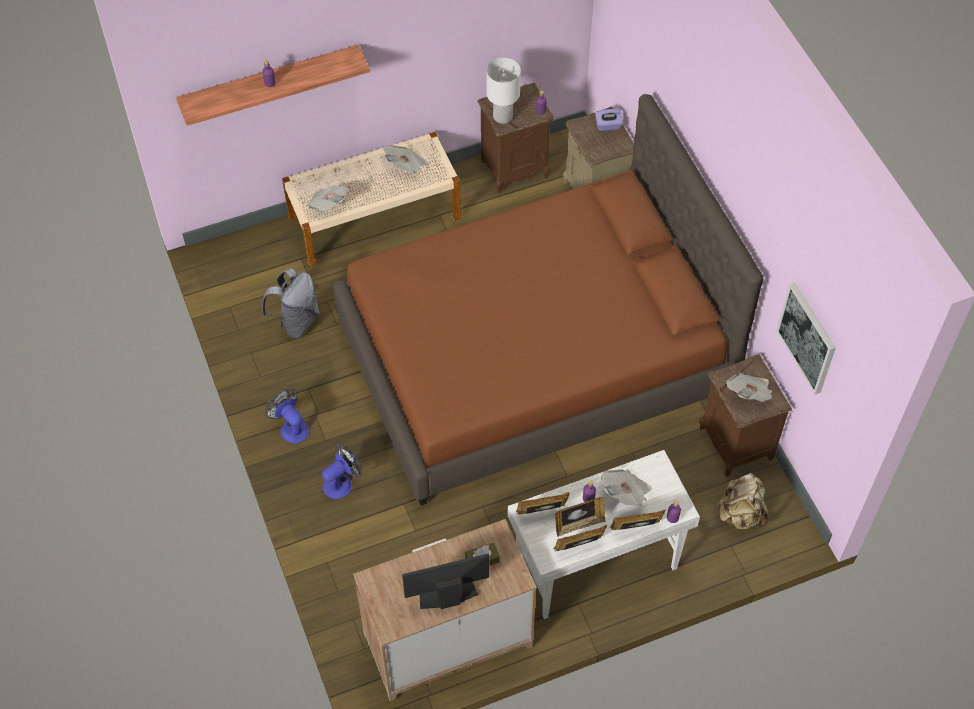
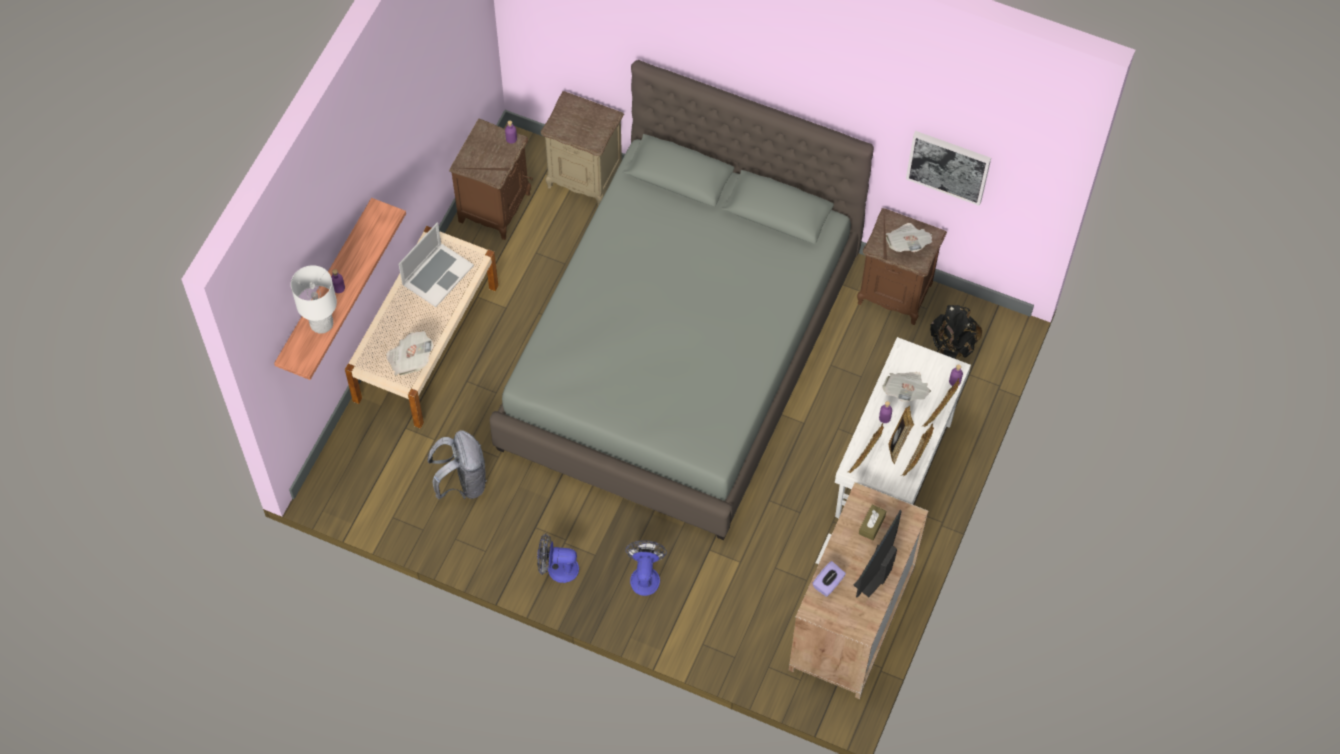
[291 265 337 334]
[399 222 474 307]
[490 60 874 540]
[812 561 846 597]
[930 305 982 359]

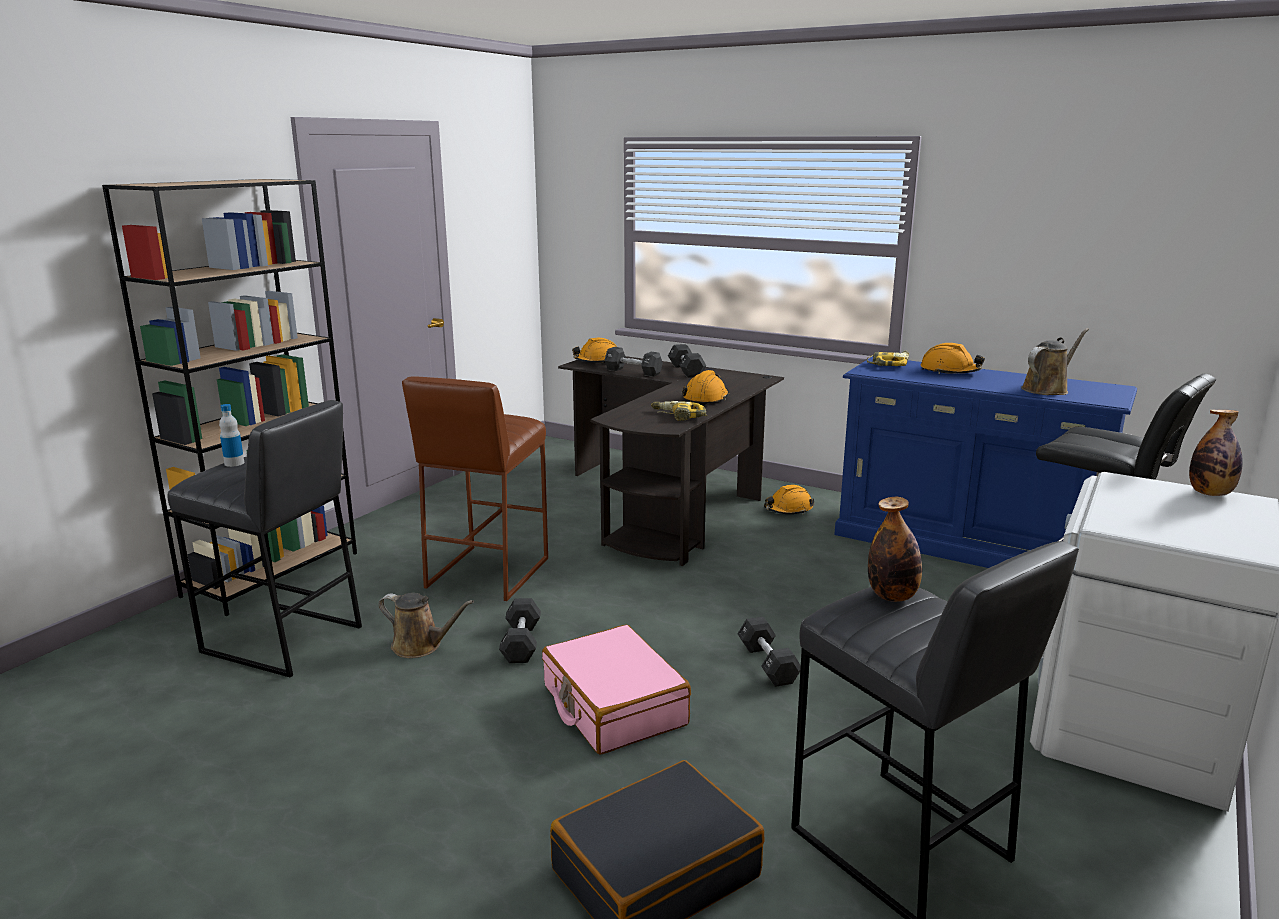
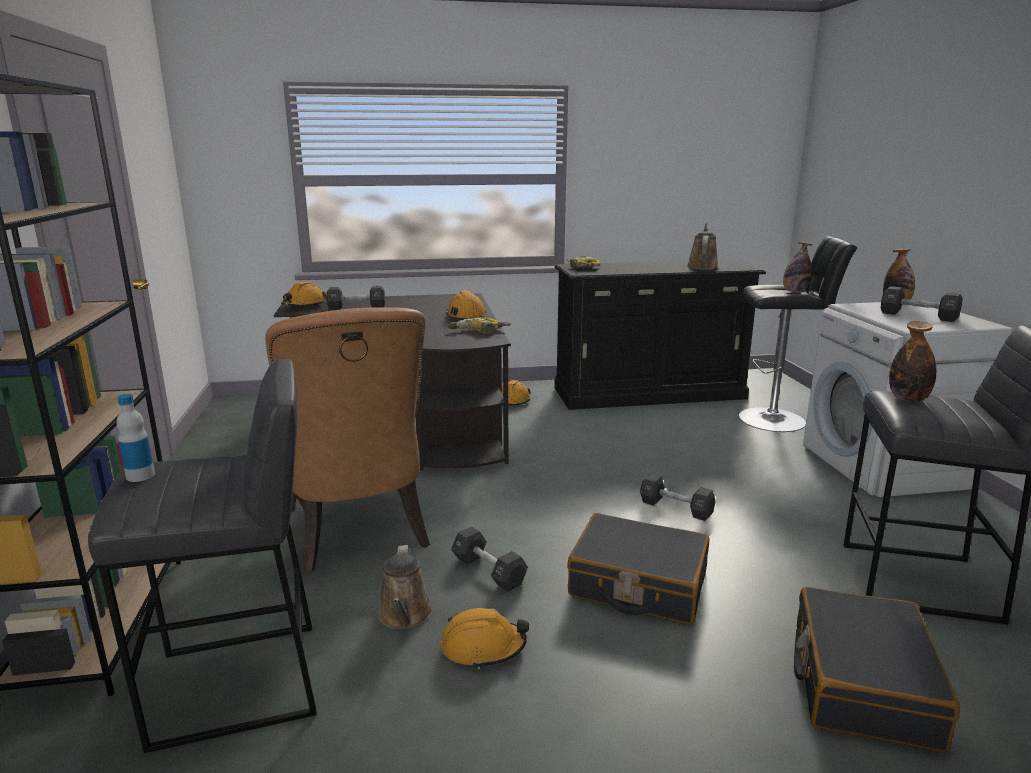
[265 307 430 572]
[378 545 433 629]
[441 608 529 669]
[554 260 766 410]
[567 513 710 624]
[783 242 813 293]
[881 286 963 322]

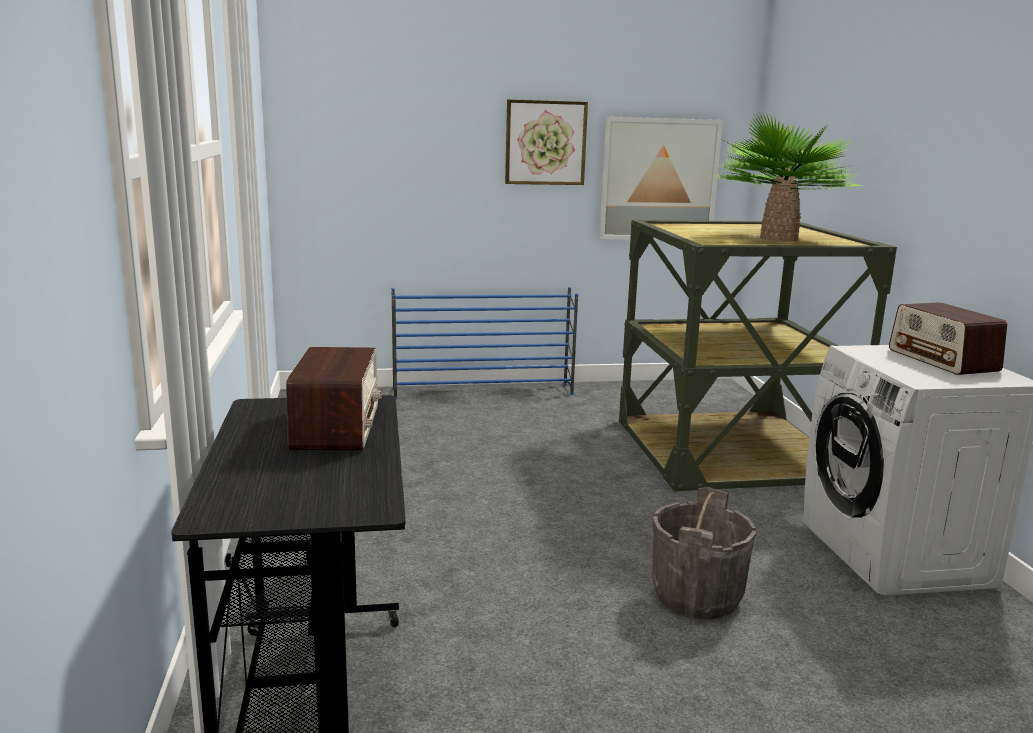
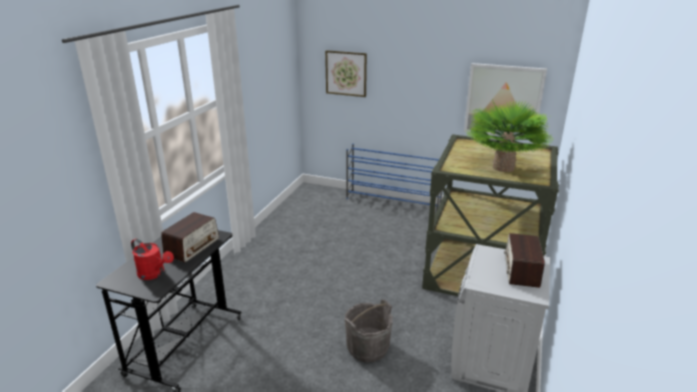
[131 239 174 280]
[325 50 367 97]

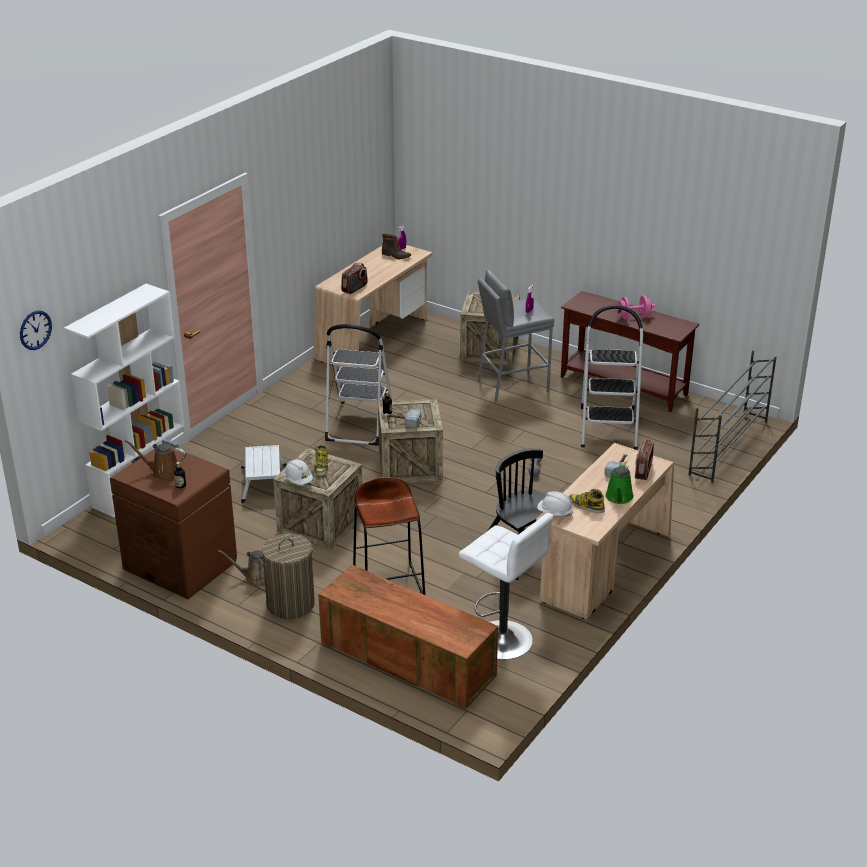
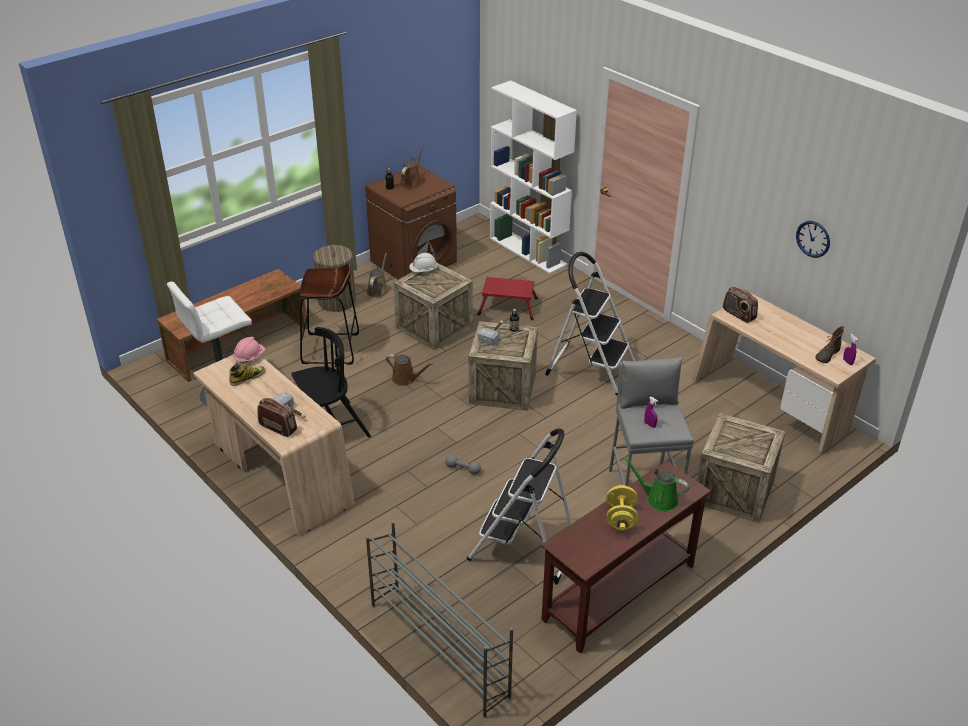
[233 337 265 364]
[386 354 433 386]
[477 277 538 321]
[606 485 638 531]
[624 457 689 512]
[796 221 830 258]
[314 445 328 476] (first image)

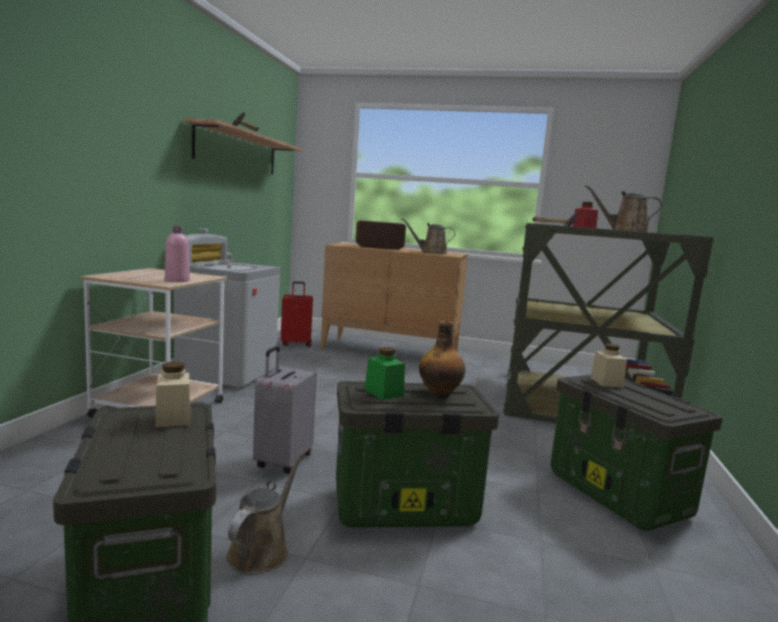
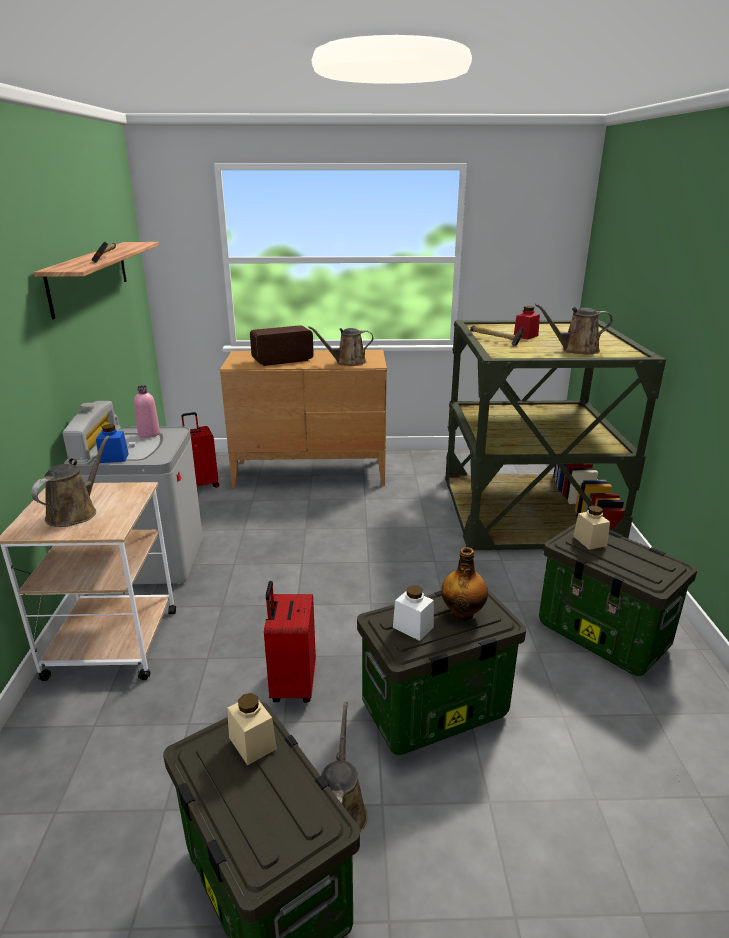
[31 436 110 527]
[96 424 129 463]
[134 385 160 438]
[264 581 316 702]
[393 585 434 641]

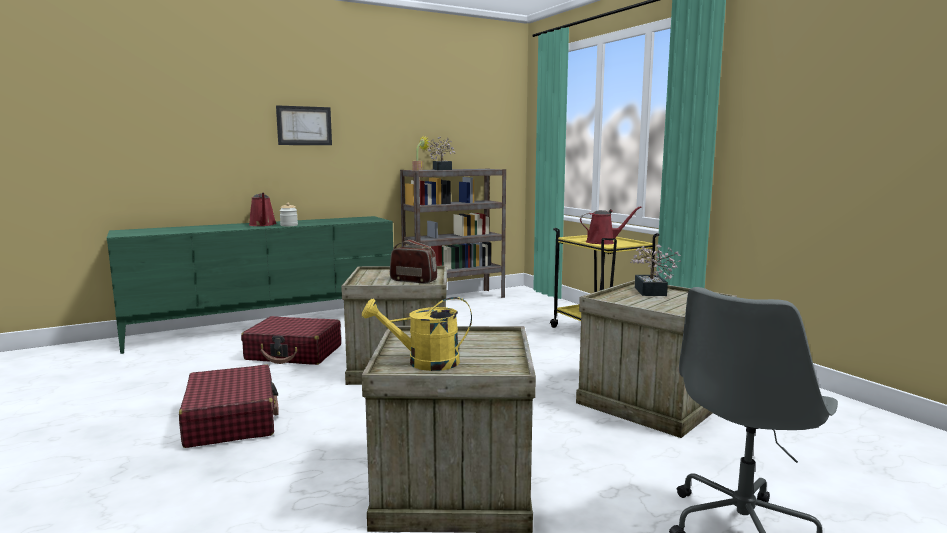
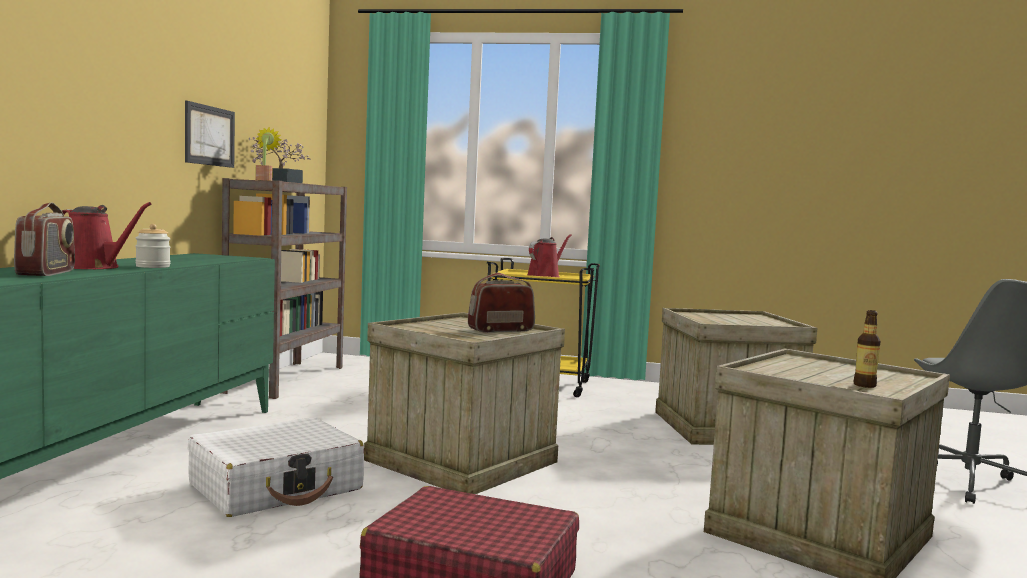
[14 202 75 276]
[185 101 235 168]
[188 417 364 517]
[853 310 881 388]
[630 244 681 296] (first image)

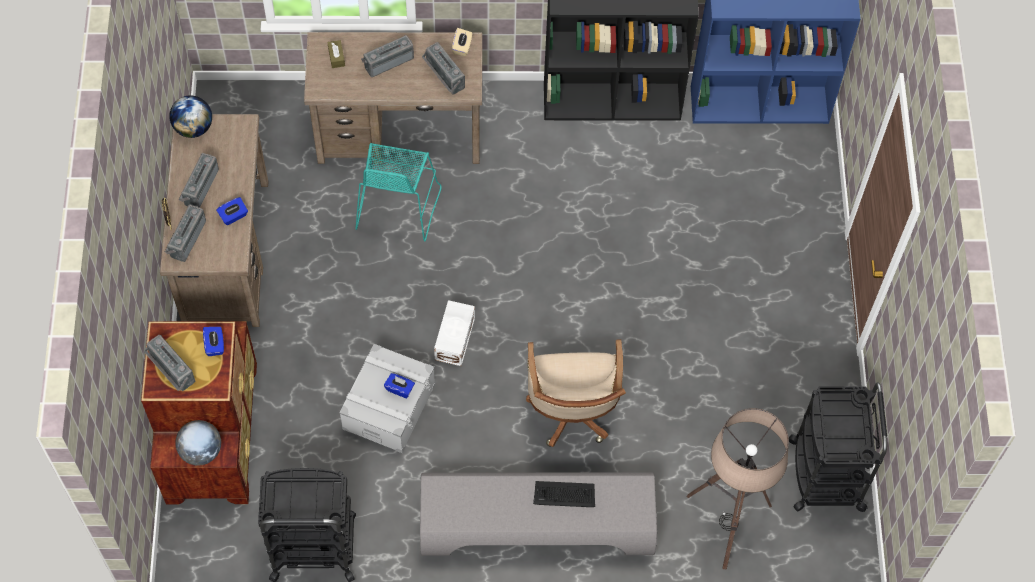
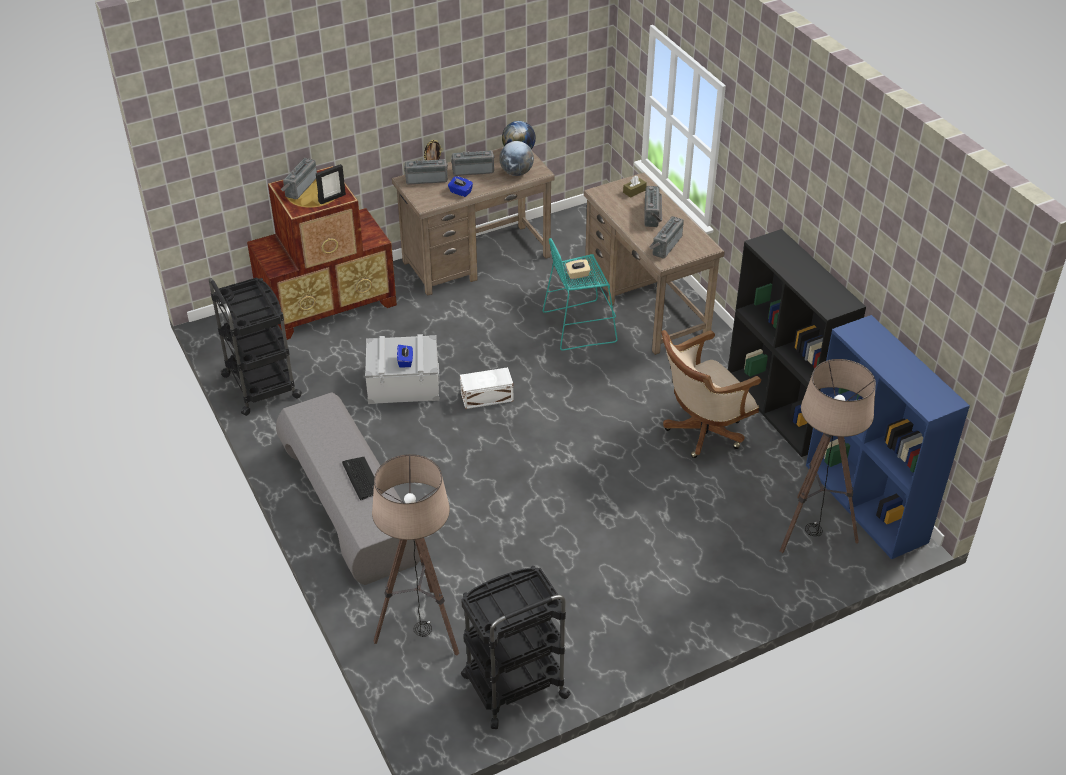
[316 164 346 204]
[499 141 534 176]
[565 259 591 279]
[644 186 662 227]
[662 330 761 458]
[780 359 876 553]

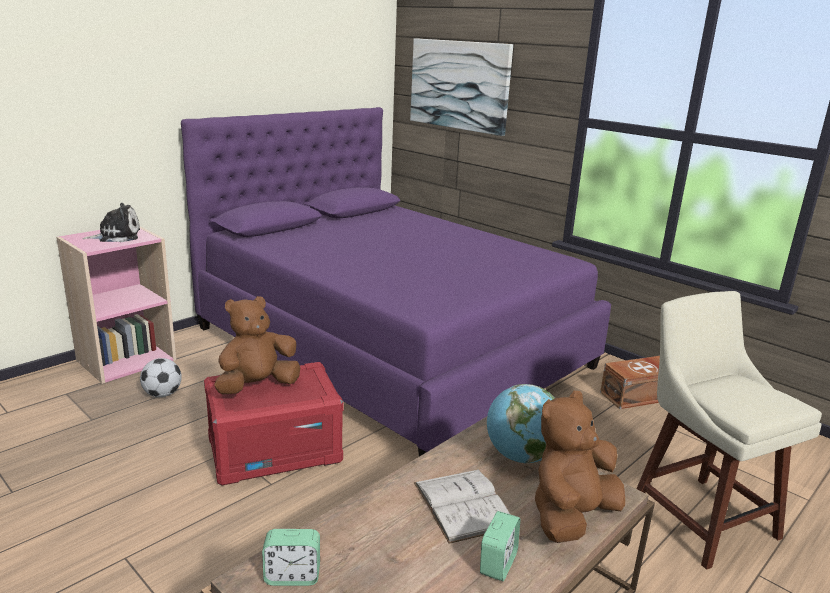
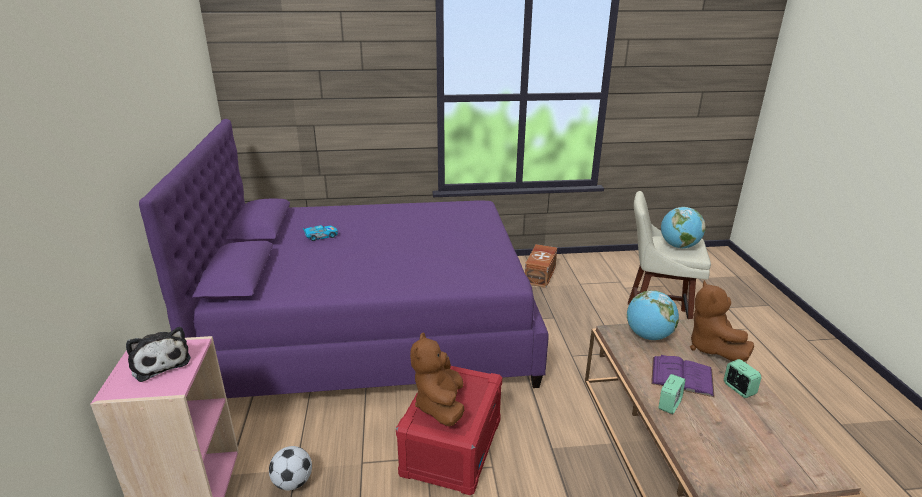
[126 327 191 382]
[303 225 338 241]
[651 355 715 397]
[659 374 685 414]
[661 207 705 248]
[410 38 513 136] (first image)

